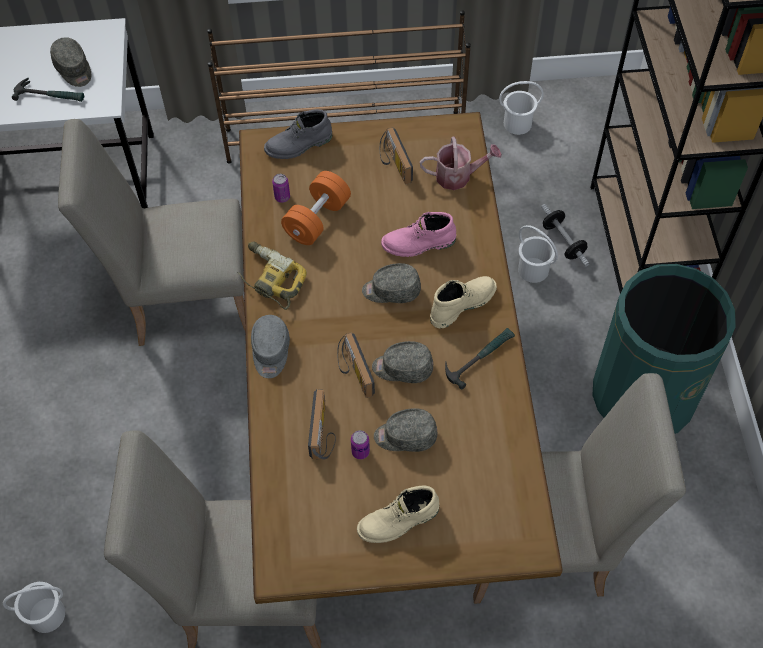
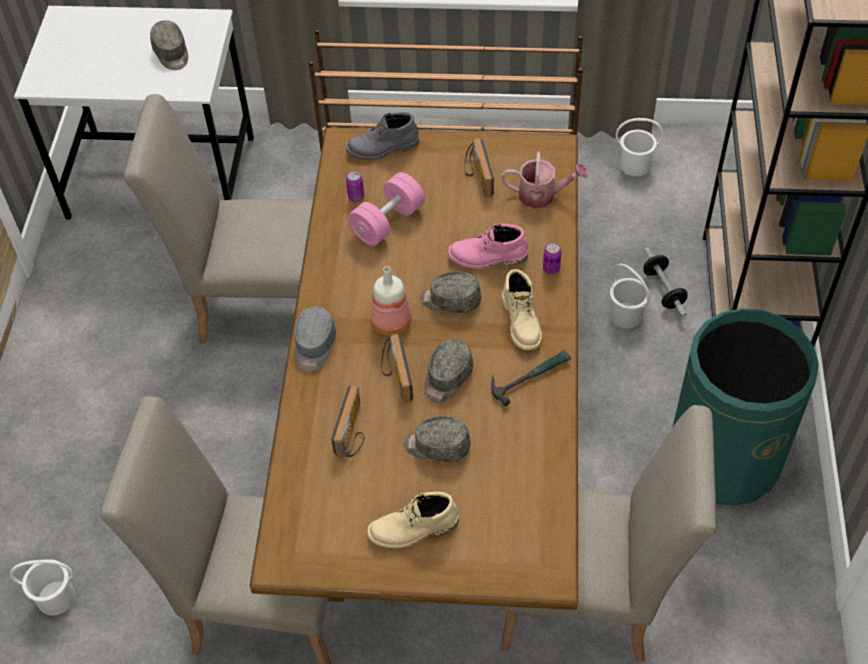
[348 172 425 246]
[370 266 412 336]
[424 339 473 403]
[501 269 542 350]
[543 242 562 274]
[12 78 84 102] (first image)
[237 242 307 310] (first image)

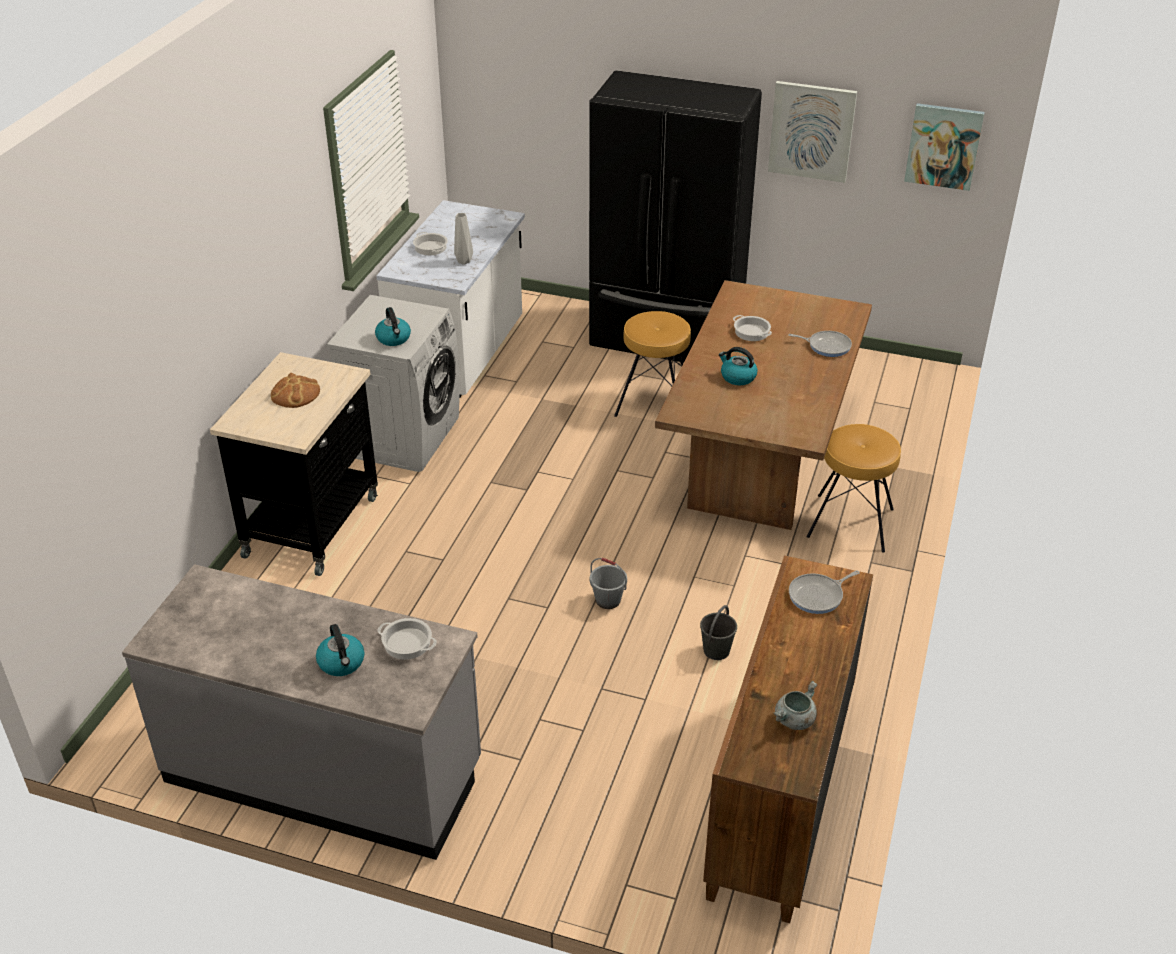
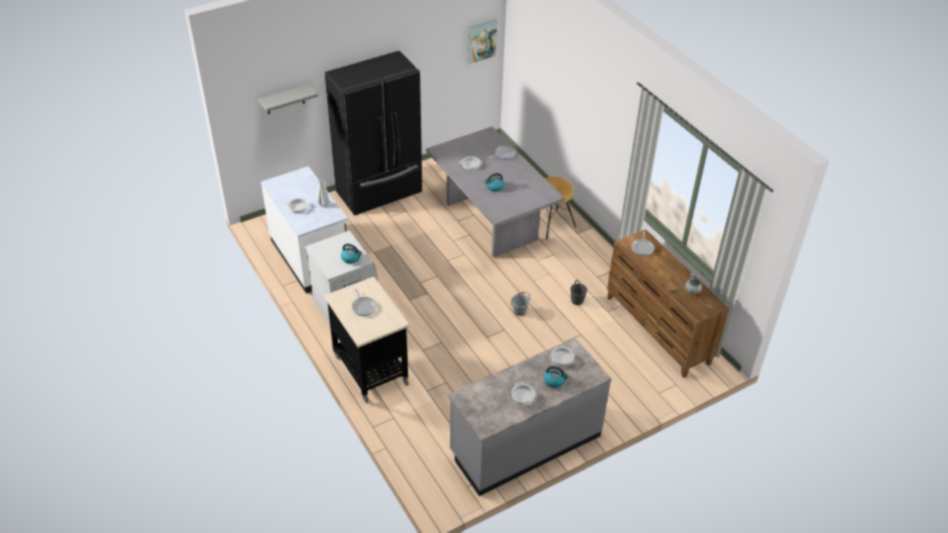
[258 84 318 114]
[352 289 377 316]
[426 127 564 257]
[512 381 535 405]
[614 311 691 417] (first image)
[768 81 857 183] (first image)

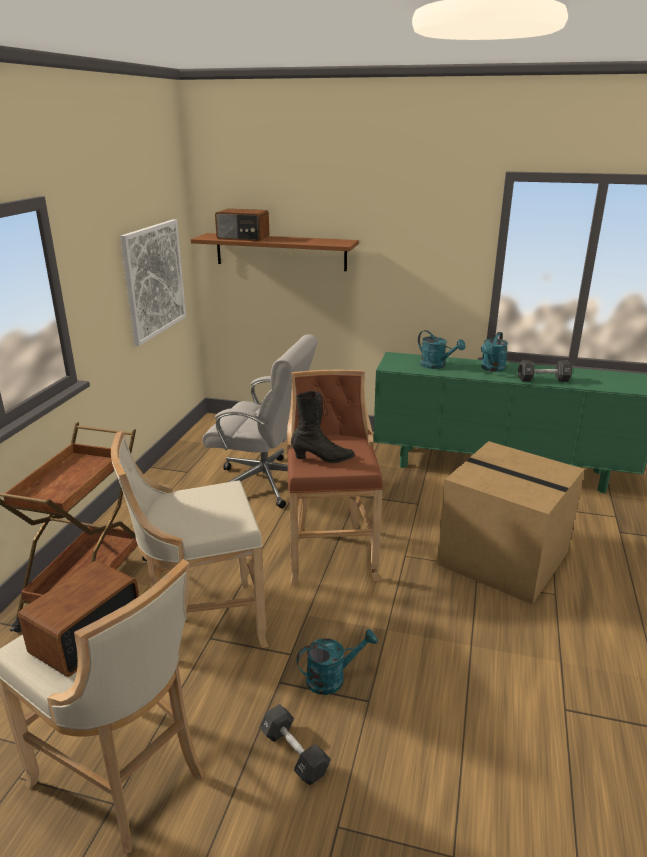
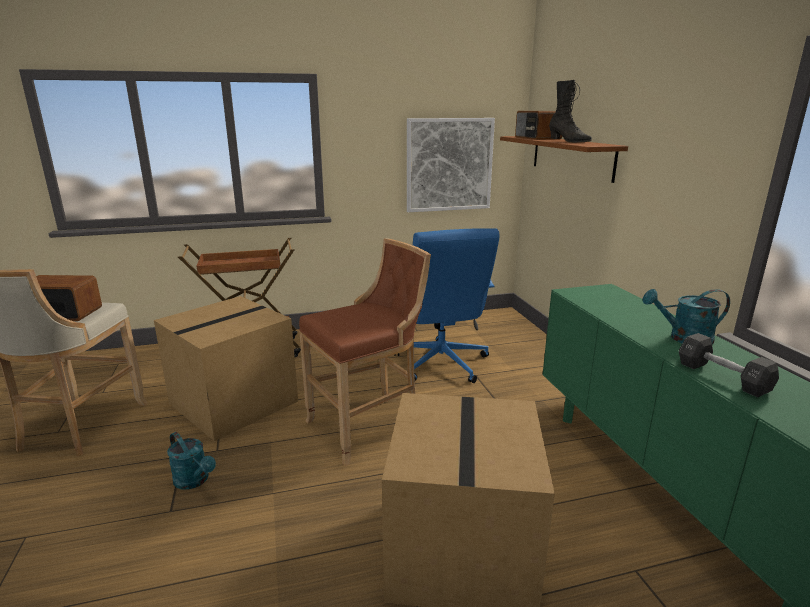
[154 296 298 441]
[394 228 500 383]
[549 80 592 143]
[259 704 331 785] (first image)
[418 330 466 369] (first image)

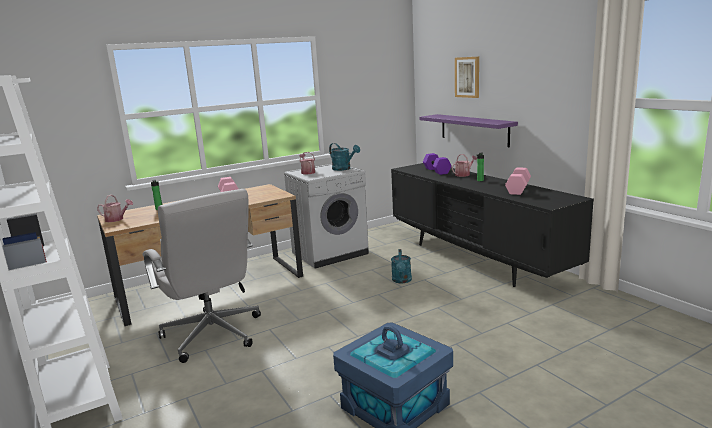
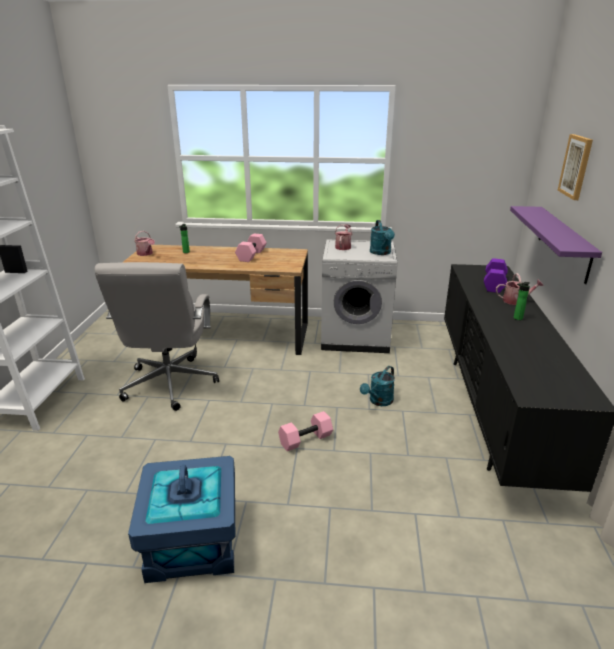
[278 411 333 451]

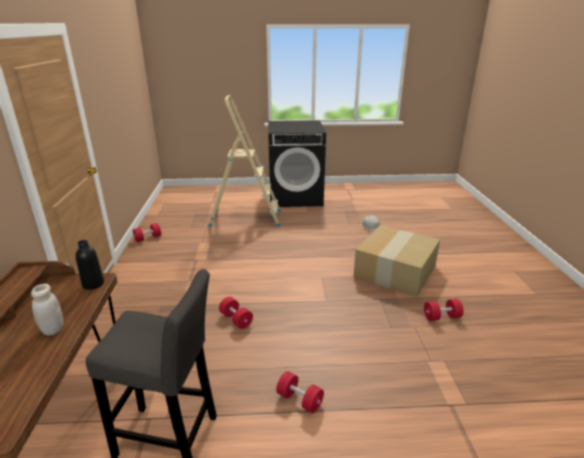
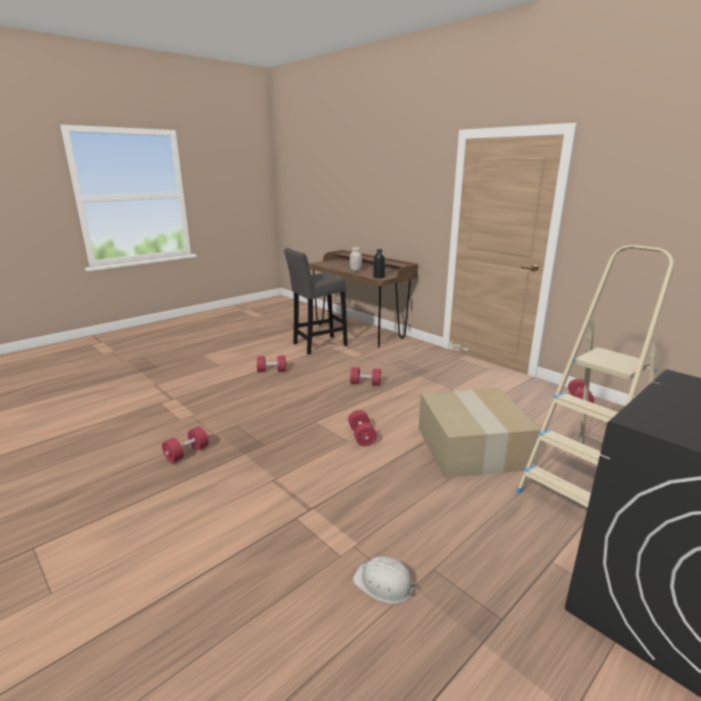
[348 410 377 446]
[419 388 541 478]

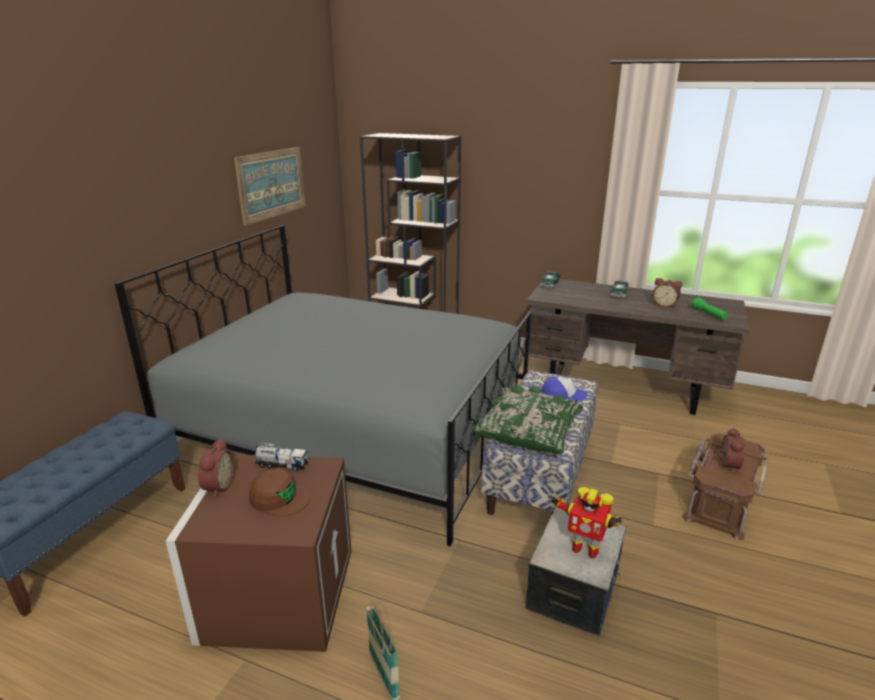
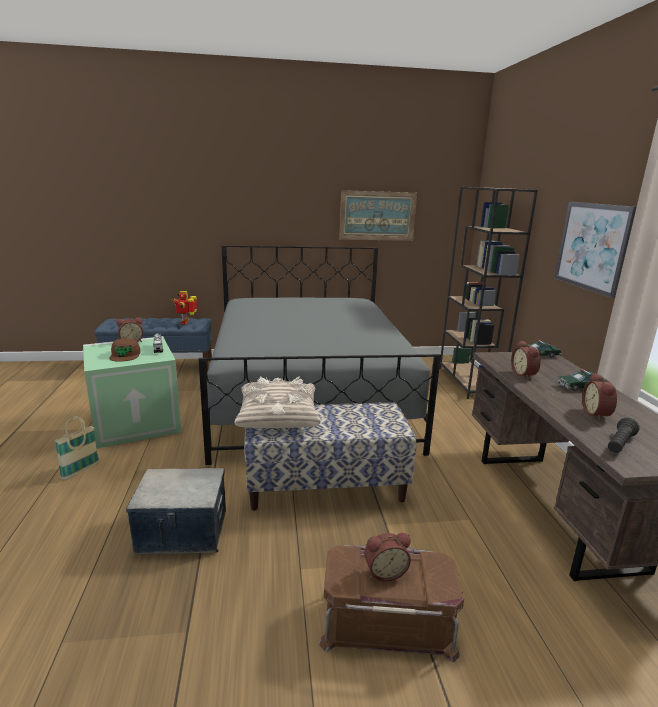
[83 336 181 449]
[172 291 197 325]
[235 376 321 428]
[511 340 541 379]
[554 202 637 298]
[608 417 640 453]
[542 376 587 401] (first image)

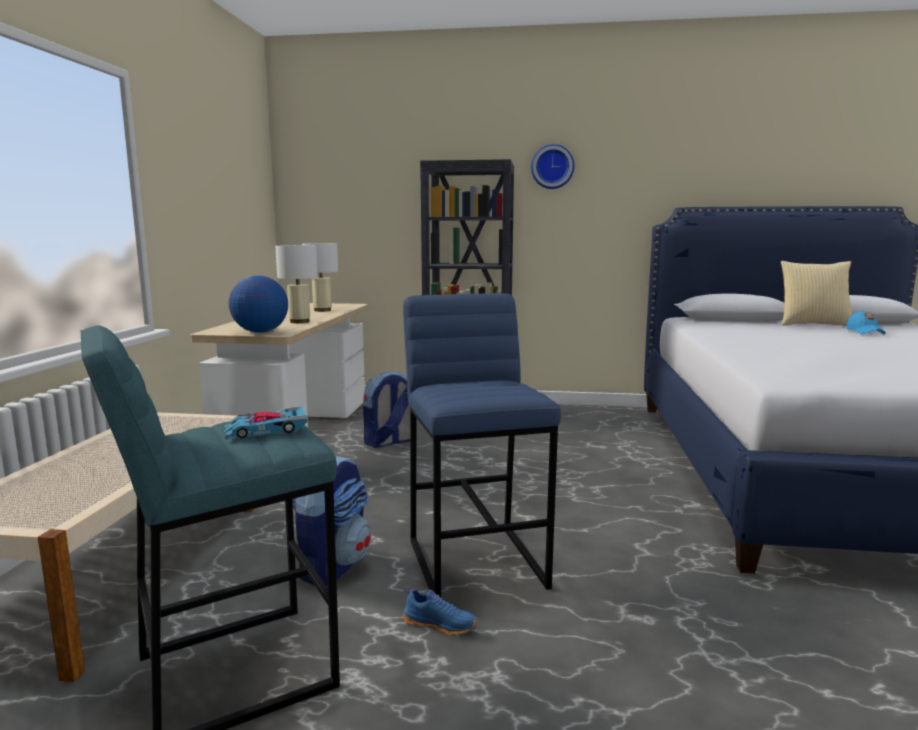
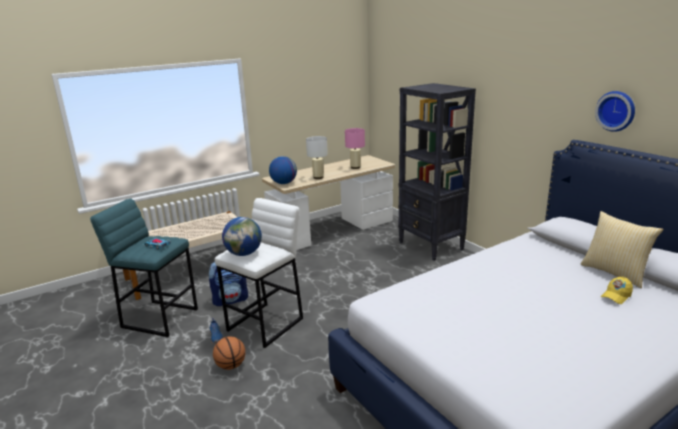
[213 336 245 370]
[215 198 303 348]
[222 217 262 256]
[345 128 365 169]
[595 91 635 132]
[601 277 633 304]
[363 372 410 448] (first image)

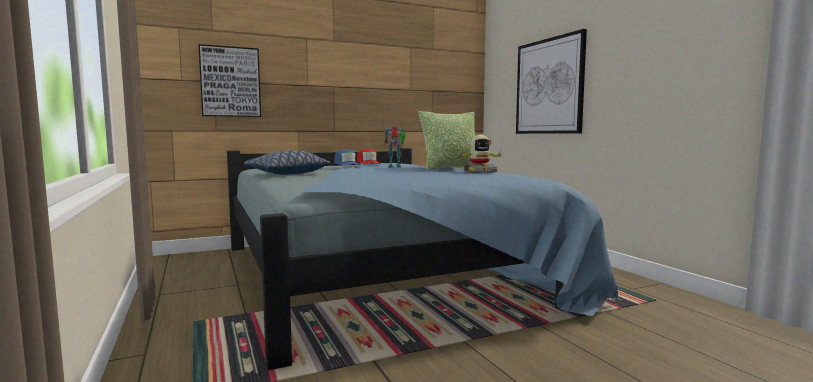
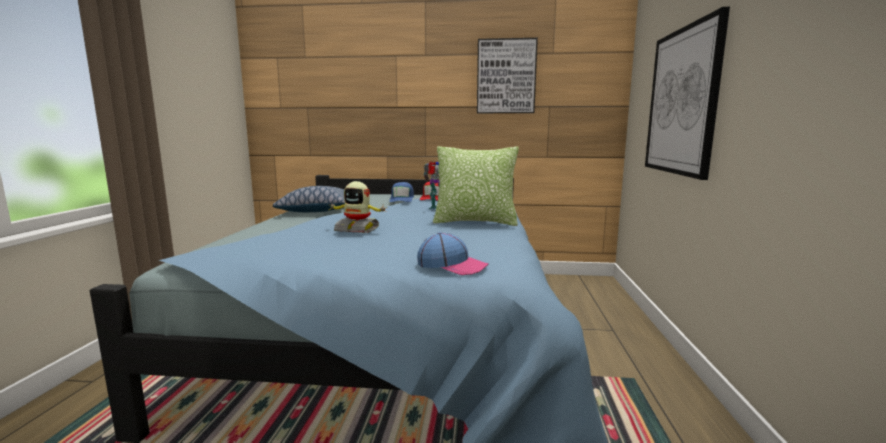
[329 181 387 233]
[417 232 489 275]
[477 38 538 113]

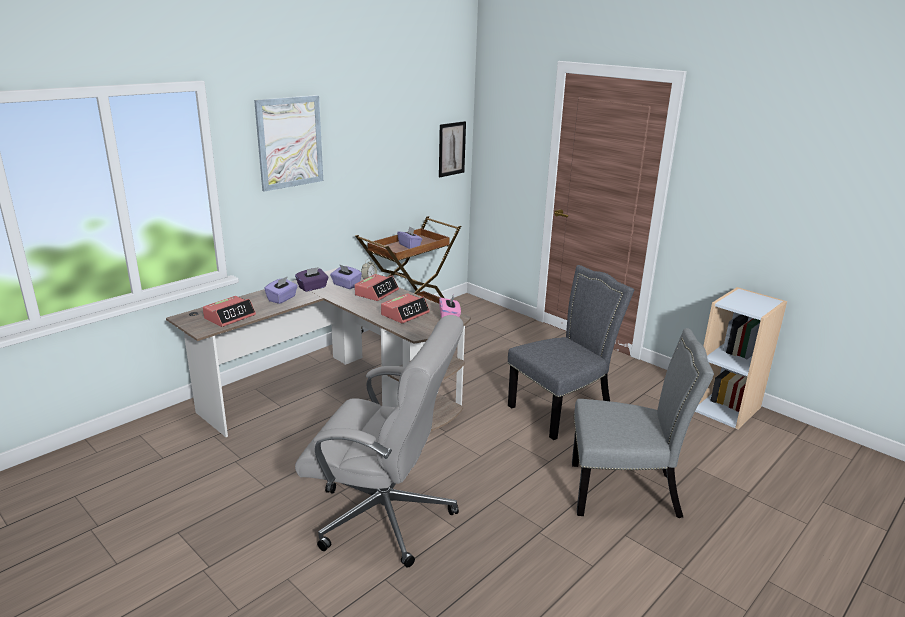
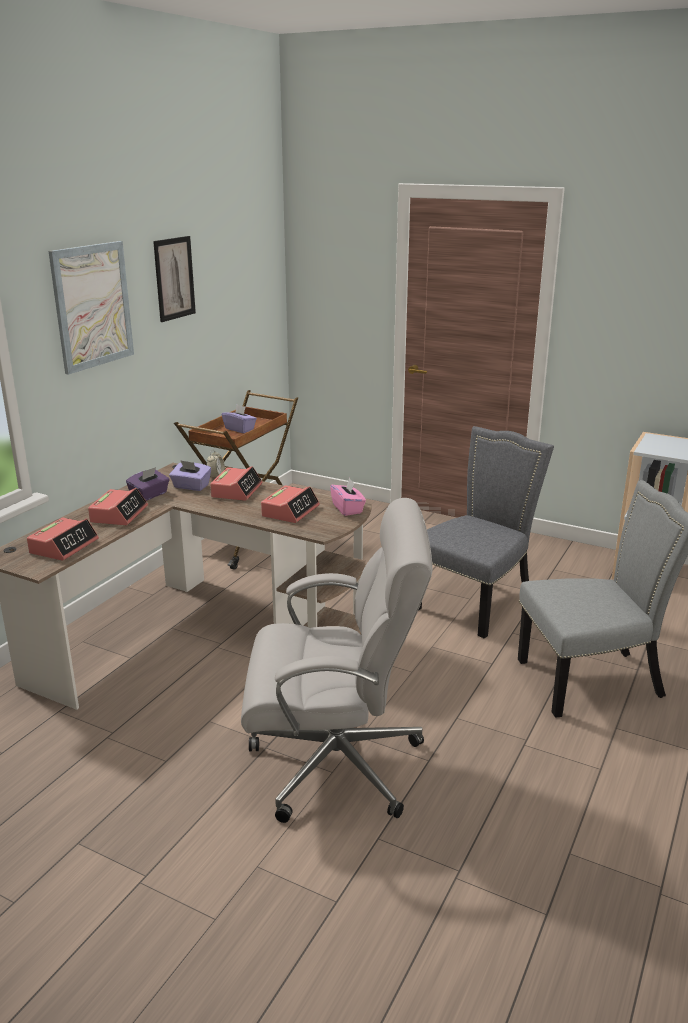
[88 488 148 525]
[153 236 196 322]

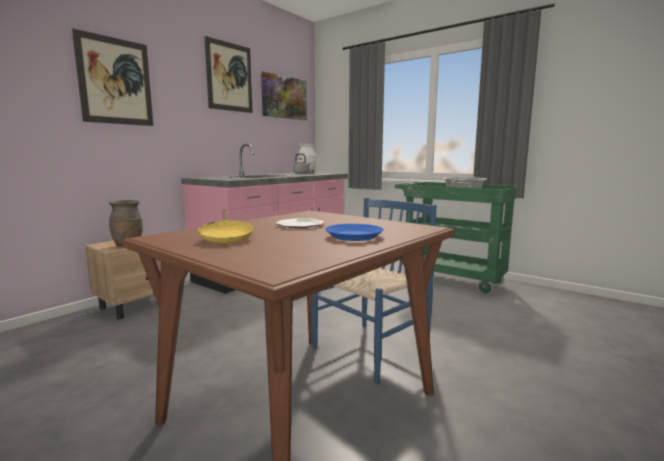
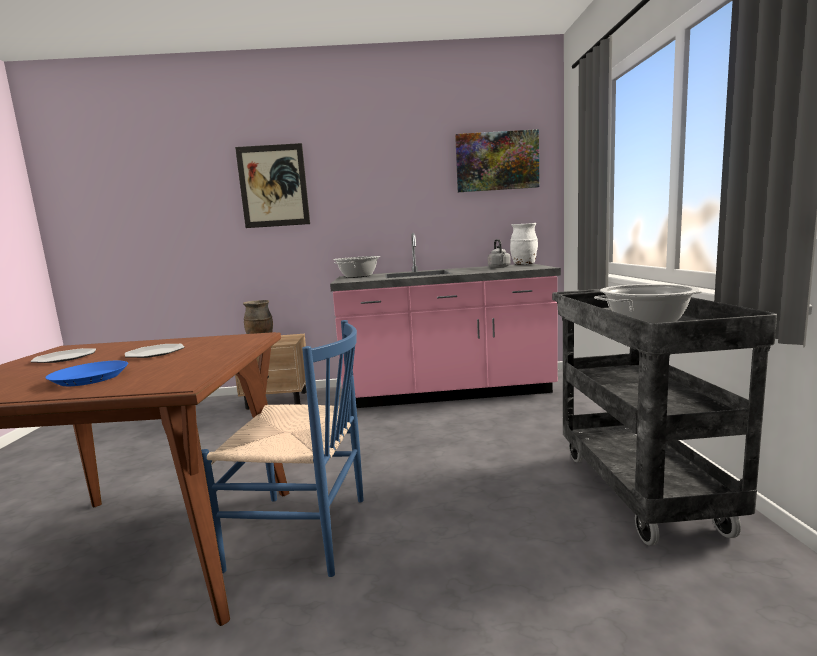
[30 348 96 363]
[333 256 380 278]
[552 289 777 546]
[204 36 253 113] (first image)

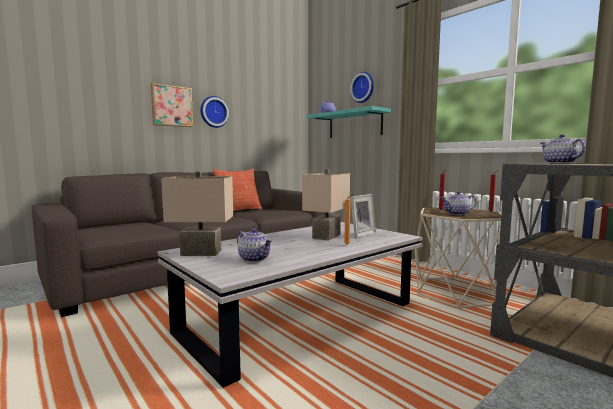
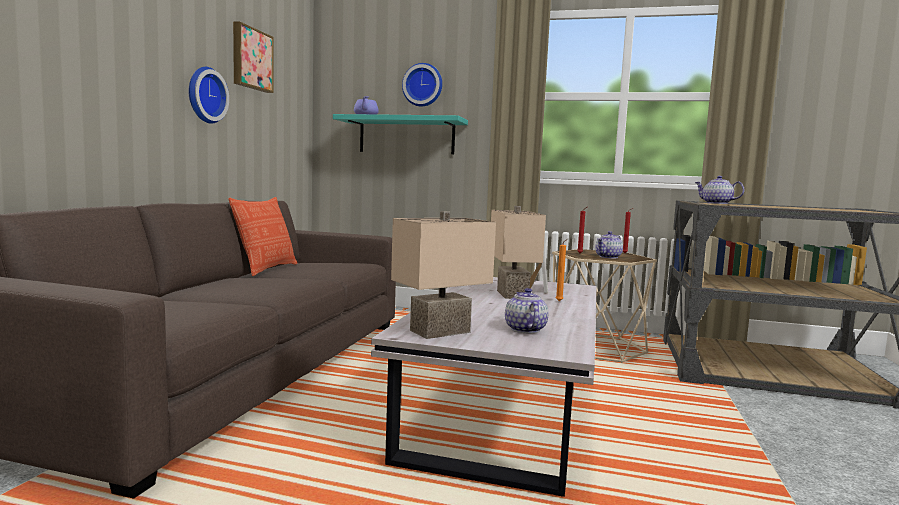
[233 21 274 93]
[505 288 548 333]

